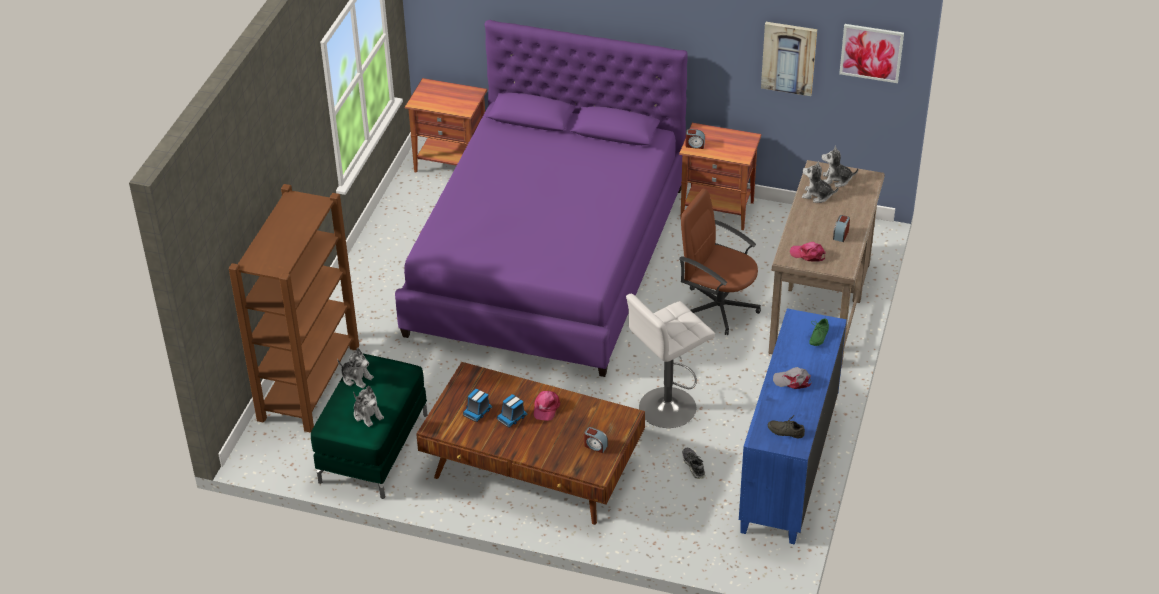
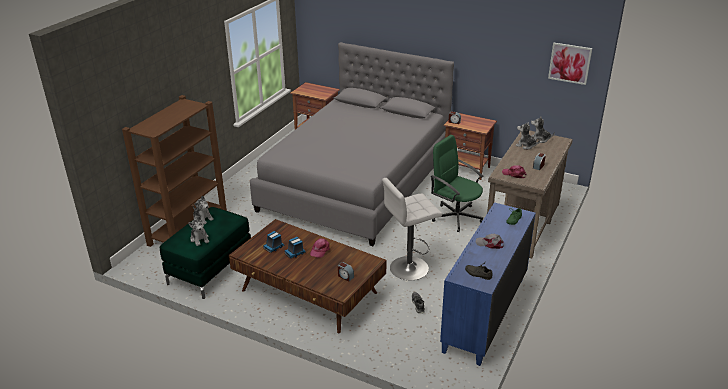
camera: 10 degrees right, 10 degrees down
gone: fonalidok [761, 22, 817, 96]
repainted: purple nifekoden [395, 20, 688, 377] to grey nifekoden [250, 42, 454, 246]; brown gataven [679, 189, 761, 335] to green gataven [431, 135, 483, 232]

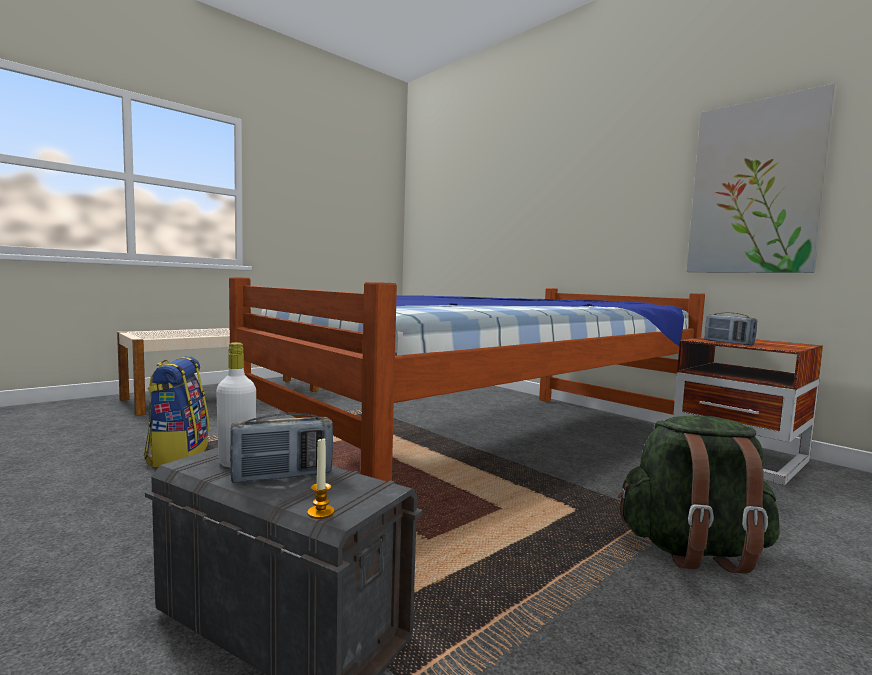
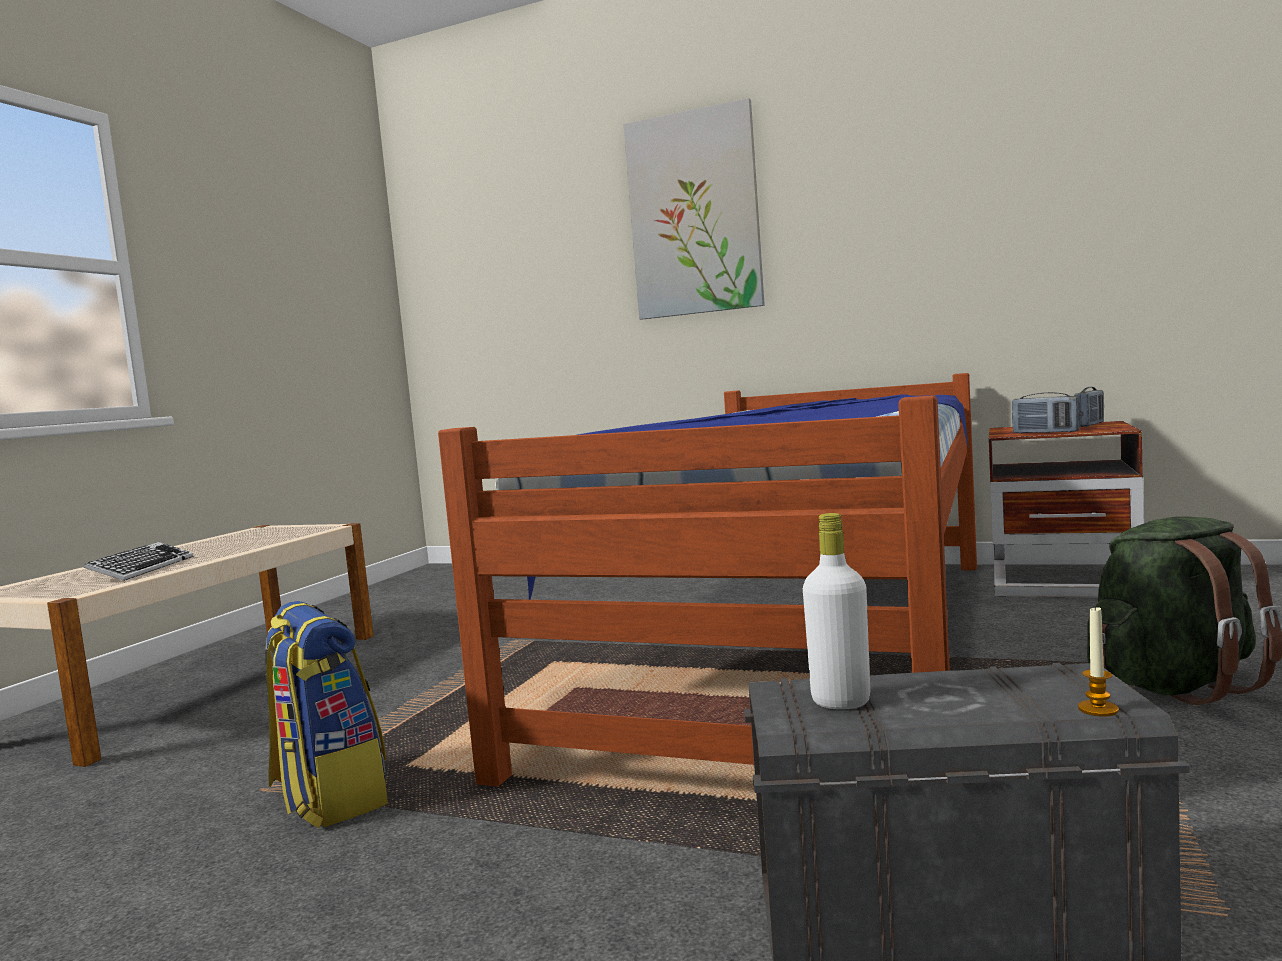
camera: 25 degrees left, 0 degrees up
new: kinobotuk [84, 542, 193, 581]
shifted: fonalidok [686, 83, 837, 273] to [623, 98, 765, 320]; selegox [230, 413, 333, 483] to [1074, 387, 1104, 427]

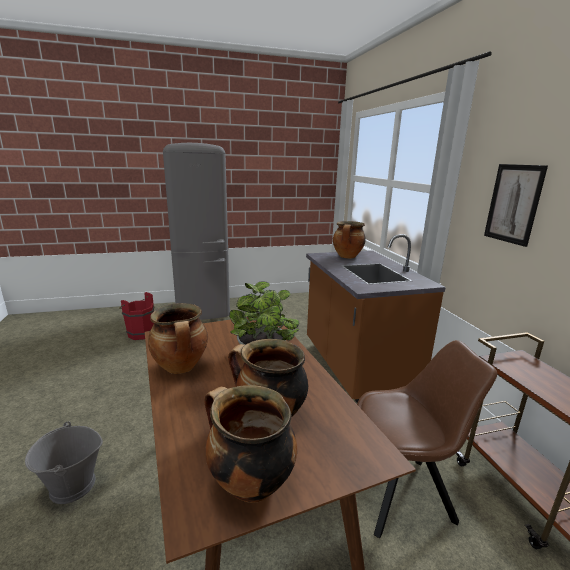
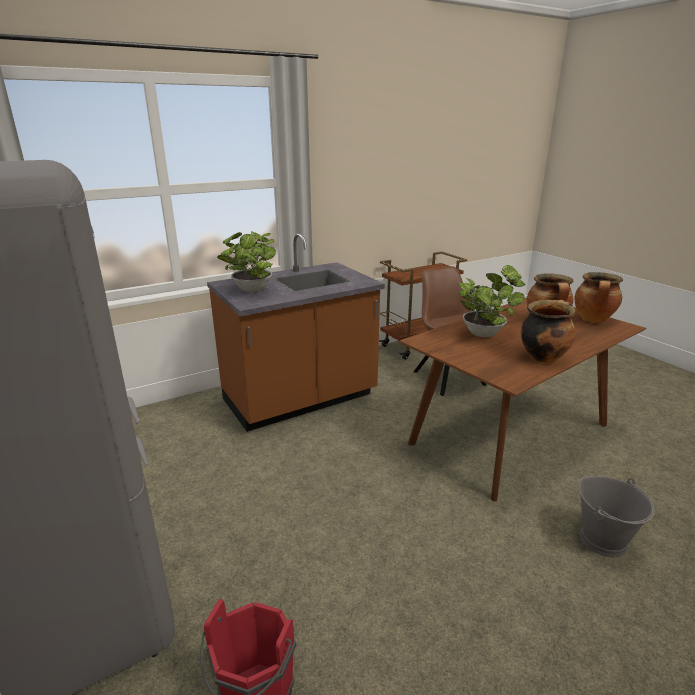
camera: 105 degrees left, 5 degrees up
gone: fonalidok [484, 164, 548, 247]
swapped: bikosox [333, 221, 366, 259] to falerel [217, 232, 276, 292]

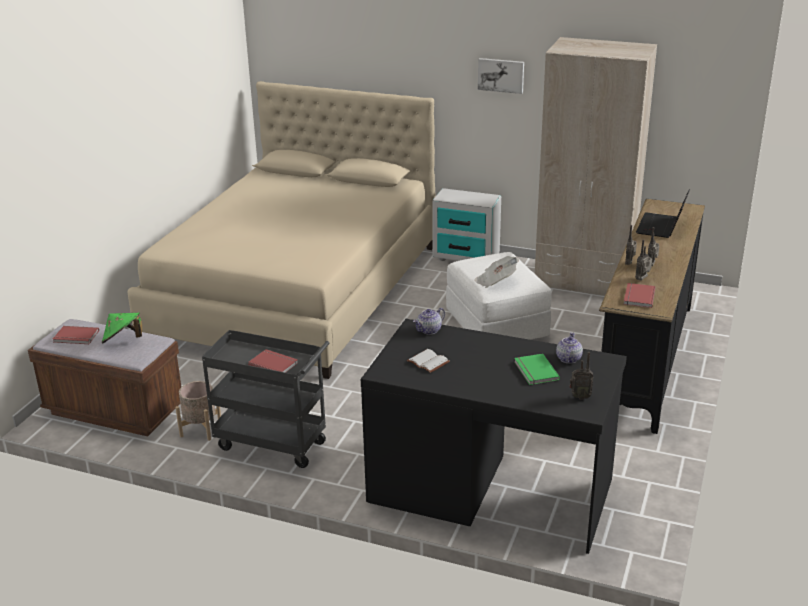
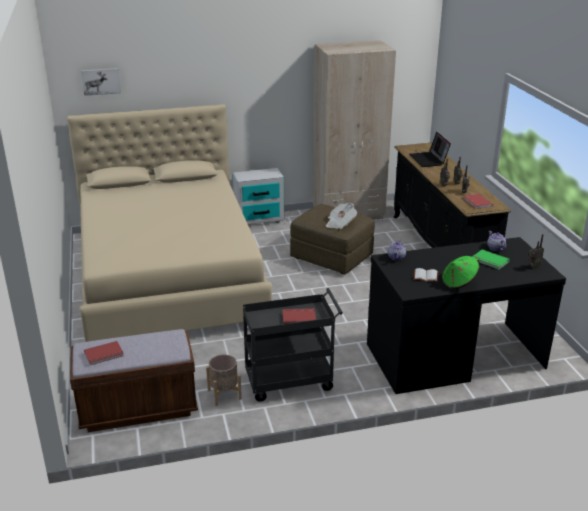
camera: 35 degrees left, 0 degrees up
shifted: fonalidok [478, 58, 524, 94] to [81, 68, 121, 96]; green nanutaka [102, 312, 142, 343] to [442, 256, 479, 289]
repainted: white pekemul [446, 252, 552, 340] to brown pekemul [290, 204, 374, 274]

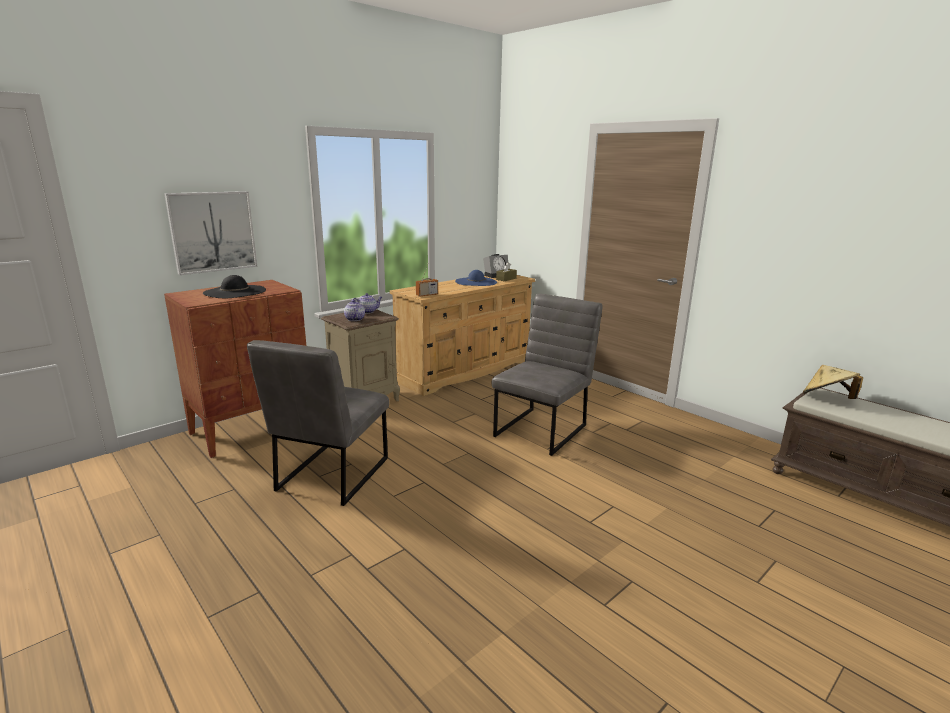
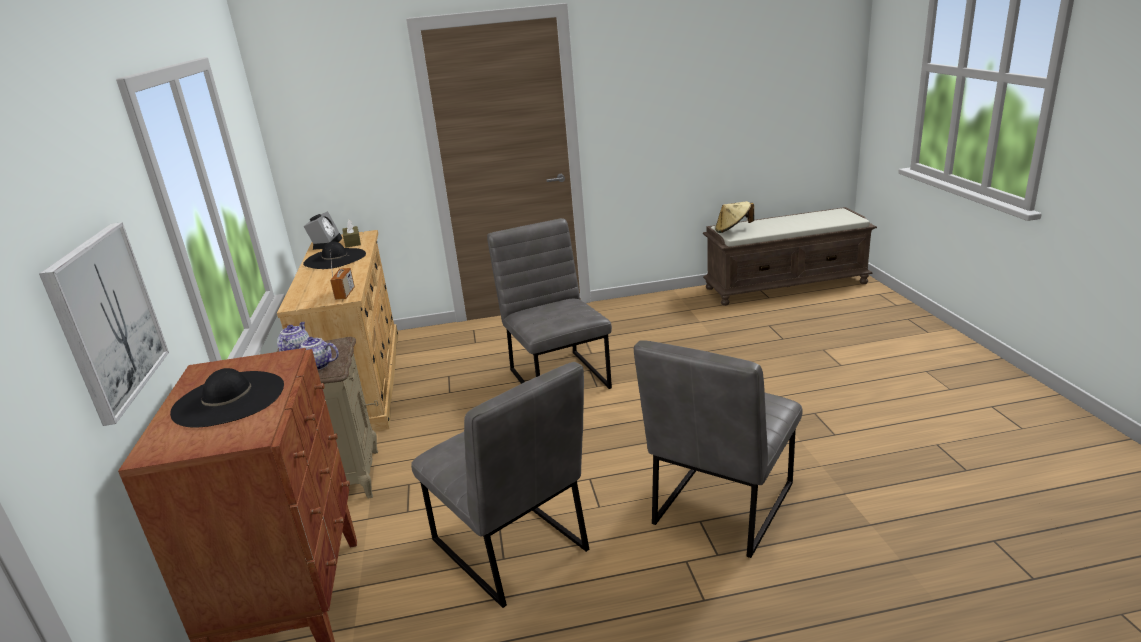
camera: 55 degrees left, 5 degrees up
new: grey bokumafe [634, 340, 803, 558]
repainted: blue nanutaka [455, 270, 497, 286] to black nanutaka [303, 241, 366, 269]

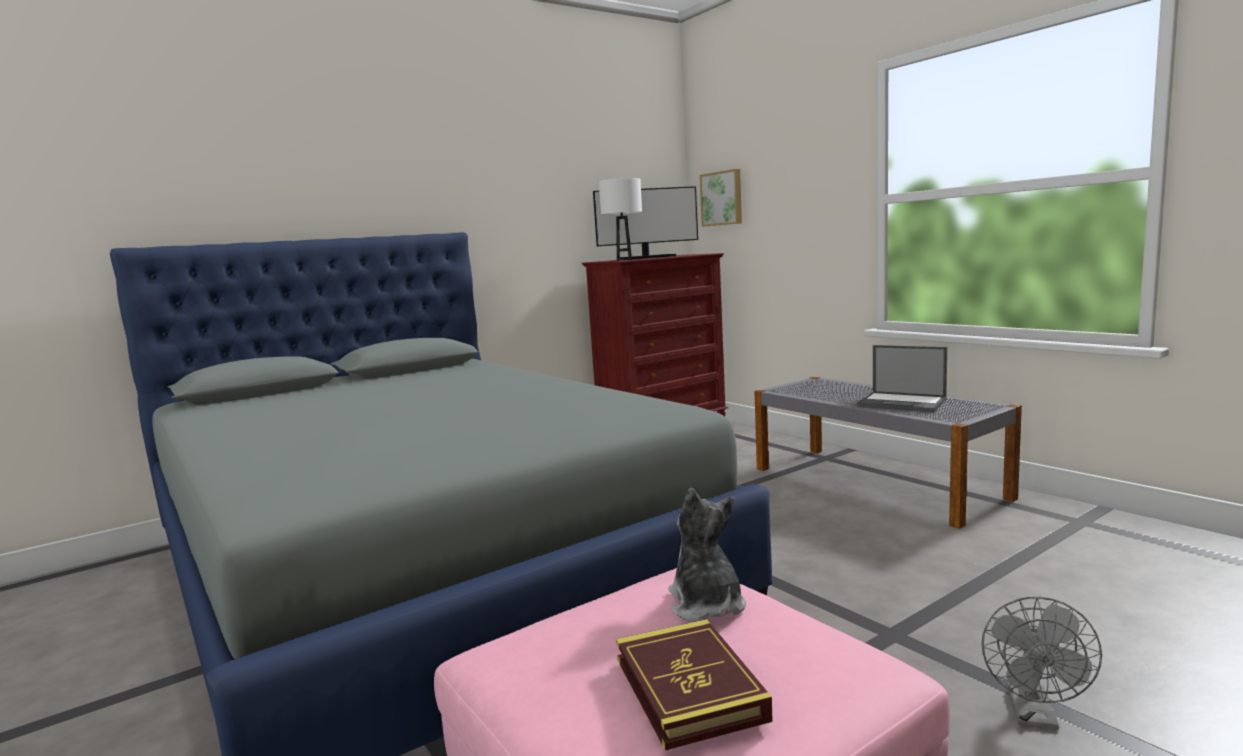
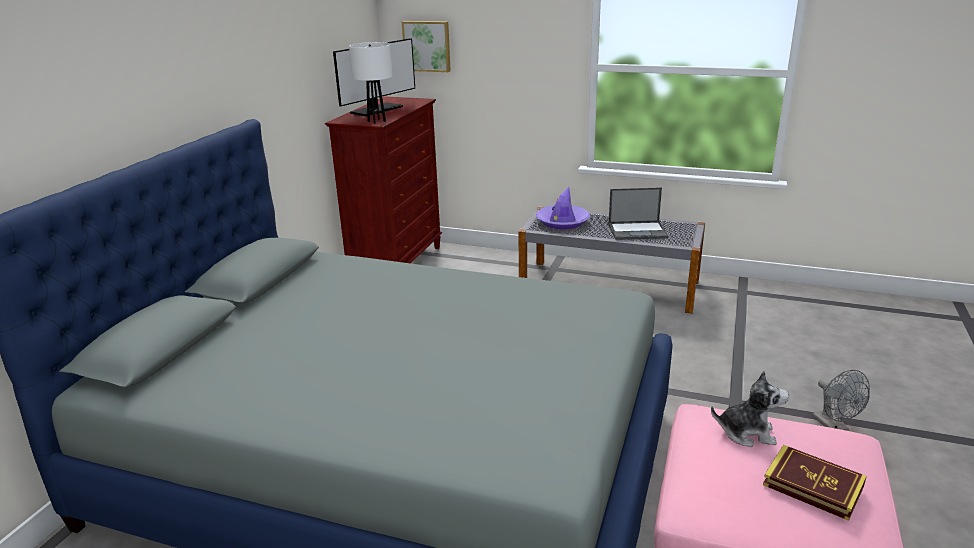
camera: 35 degrees left, 15 degrees up
new: purple nanutaka [536, 187, 590, 229]
rotated: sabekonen [668, 488, 746, 622] = [711, 371, 789, 447] 150 degrees clockwise

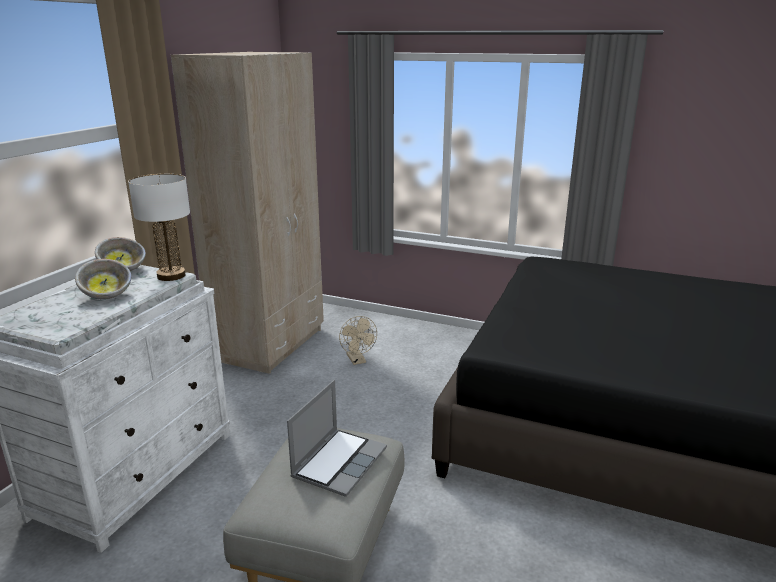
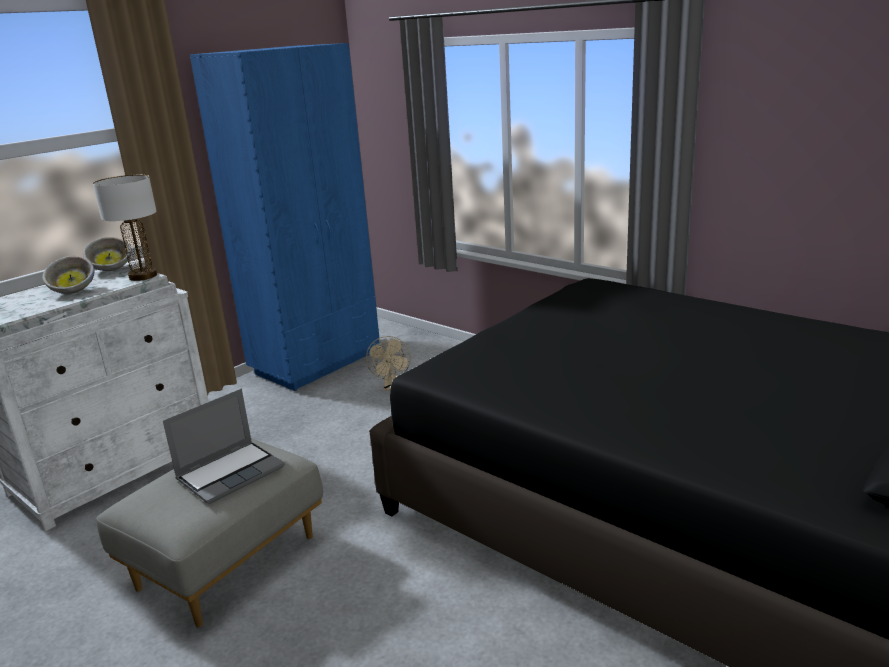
camera: 20 degrees right, 0 degrees up
repainted: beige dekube [171, 52, 324, 374] to blue dekube [190, 43, 380, 391]

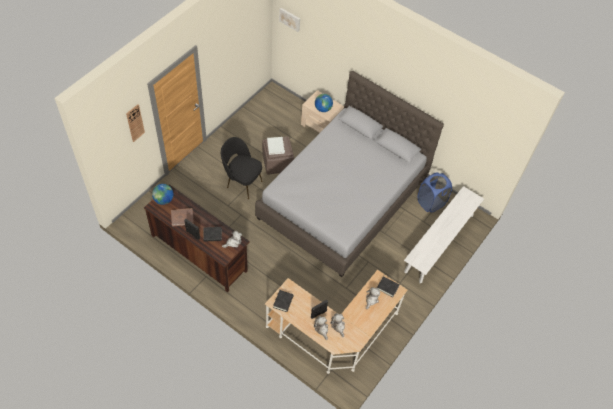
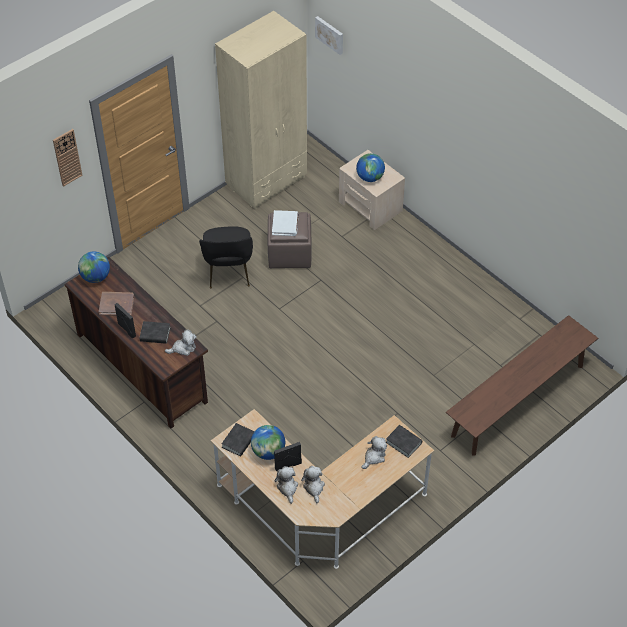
camera: 15 degrees right, 5 degrees down
gone: grey nifekoden [255, 71, 444, 277]; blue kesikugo [418, 172, 452, 213]
new: beige dekube [215, 11, 307, 209]; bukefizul [251, 425, 285, 460]
repainted: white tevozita [404, 186, 484, 283] to brown tevozita [446, 315, 598, 456]
rotated: black bokumafe [221, 137, 263, 199] = [199, 226, 253, 289] 135 degrees counterclockwise

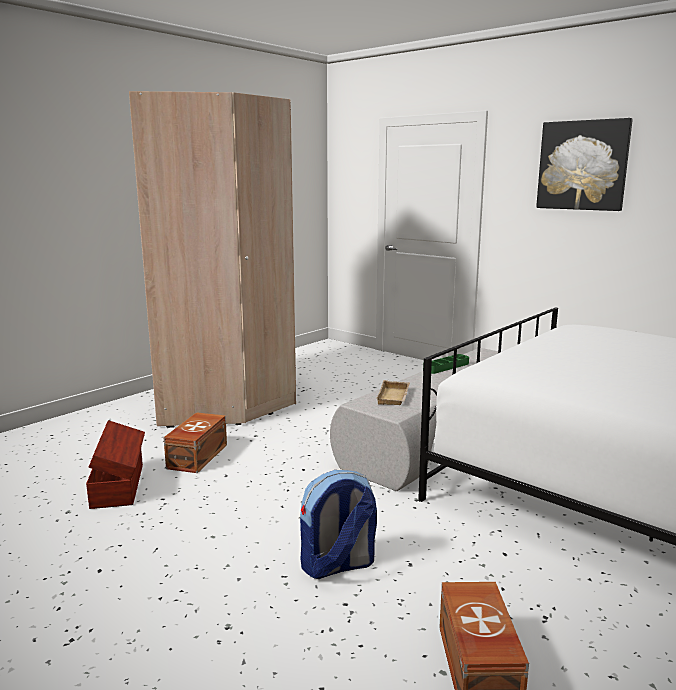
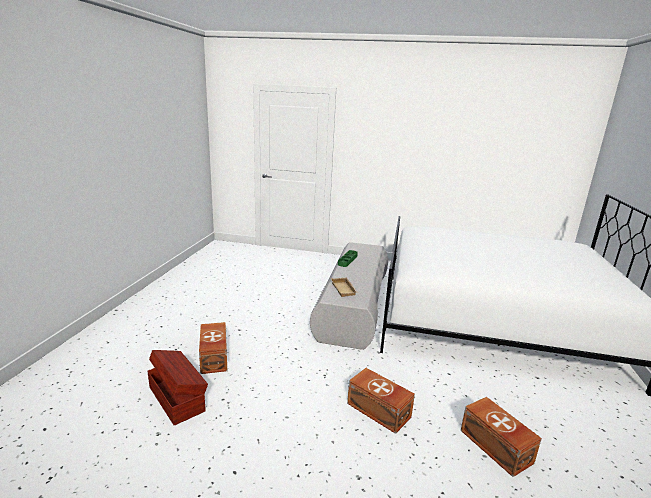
camera: 30 degrees left, 5 degrees up
gone: beige dekube [129, 91, 296, 428]; fonalidok [536, 118, 633, 211]
swapped: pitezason [300, 470, 377, 579] to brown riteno [347, 368, 415, 434]

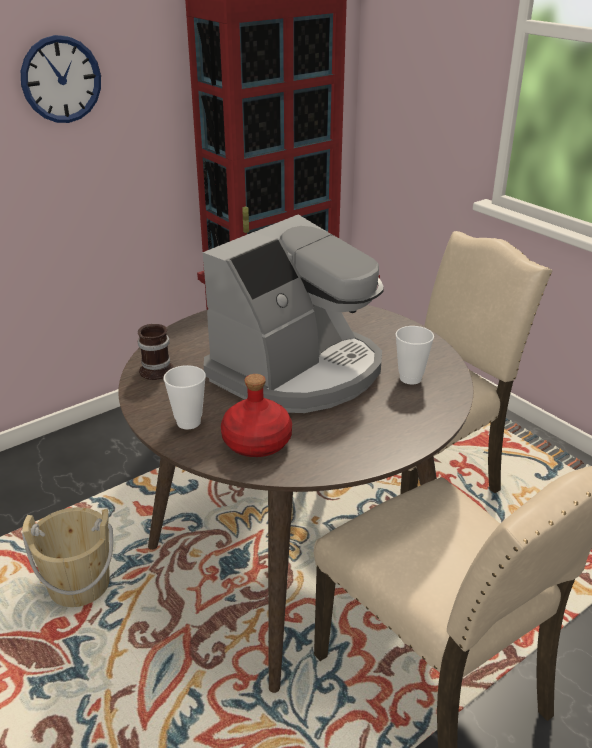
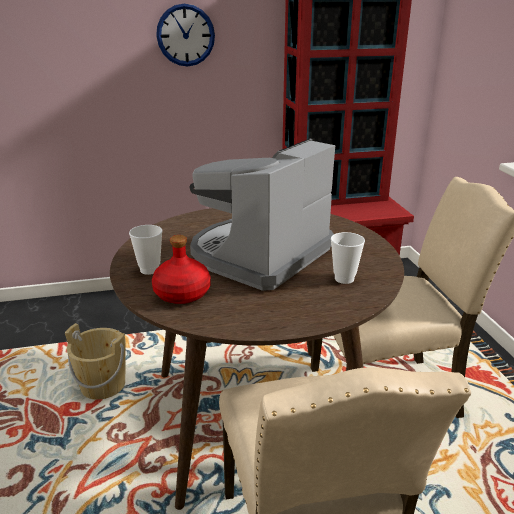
camera: 25 degrees right, 5 degrees down
gone: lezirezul [138, 324, 174, 380]
rotated: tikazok [203, 215, 383, 413] = [190, 139, 335, 291] 150 degrees clockwise

